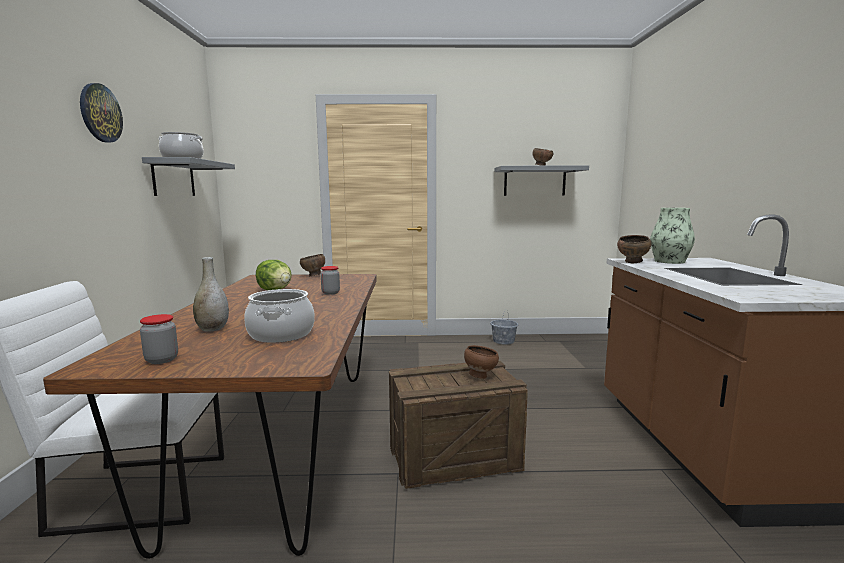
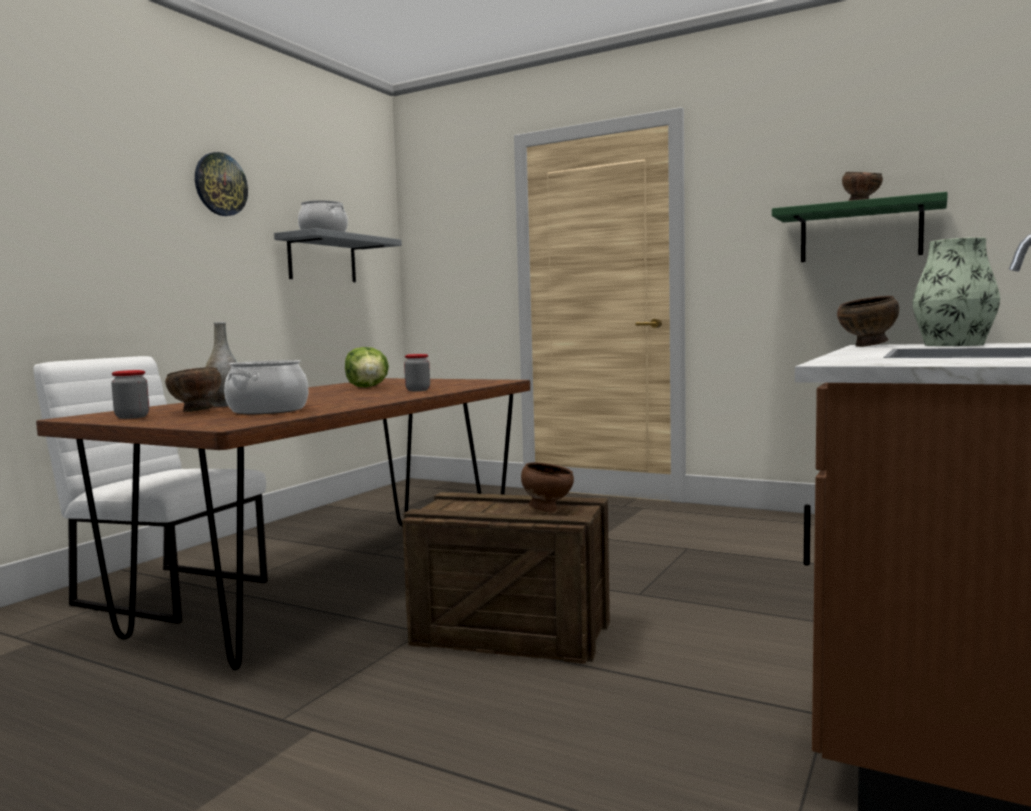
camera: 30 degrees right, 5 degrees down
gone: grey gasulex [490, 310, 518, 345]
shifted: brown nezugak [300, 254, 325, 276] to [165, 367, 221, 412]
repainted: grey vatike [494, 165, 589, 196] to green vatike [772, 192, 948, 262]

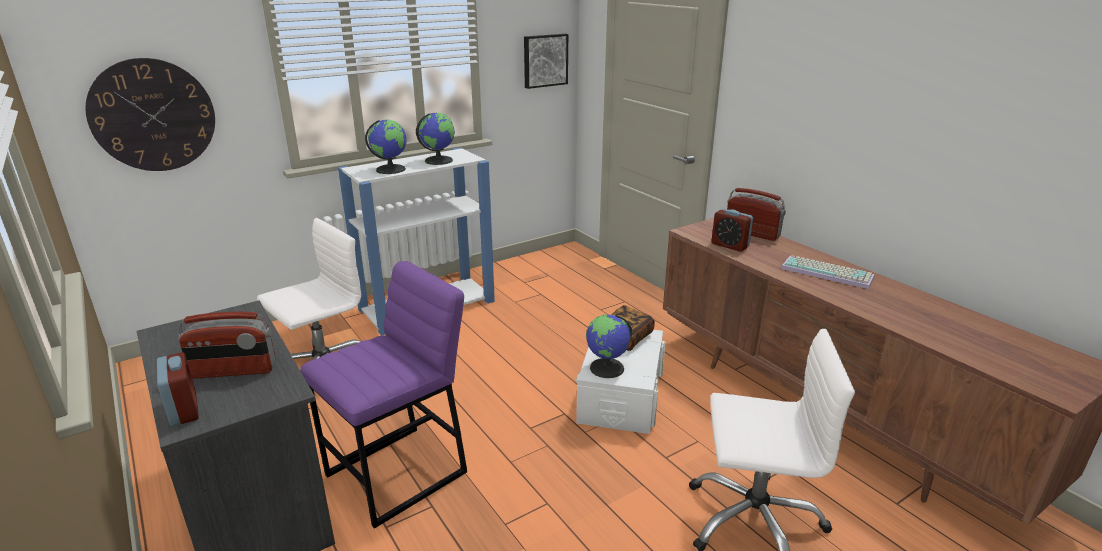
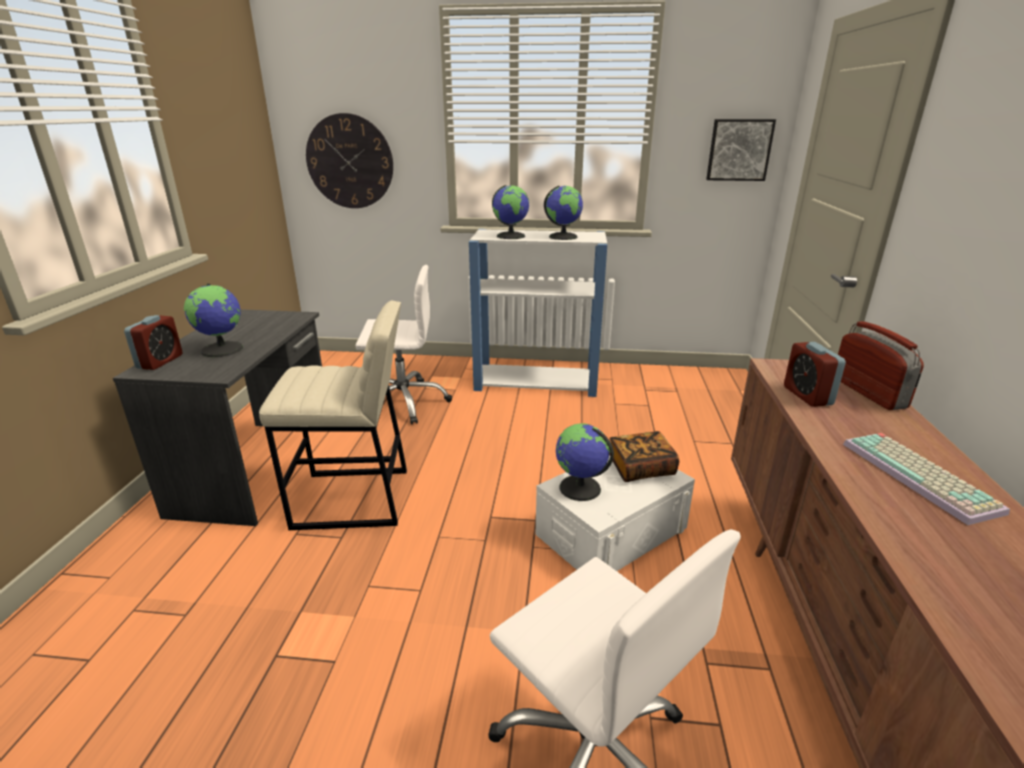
camera: 40 degrees right, 0 degrees up
swapped: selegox [178, 312, 276, 379] to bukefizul [184, 283, 243, 357]
repainted: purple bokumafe [300, 261, 467, 529] to beige bokumafe [259, 300, 407, 530]

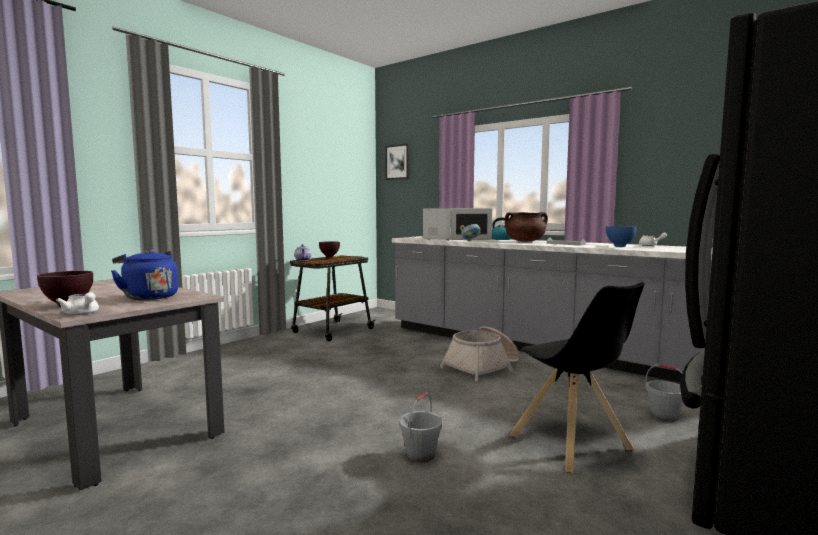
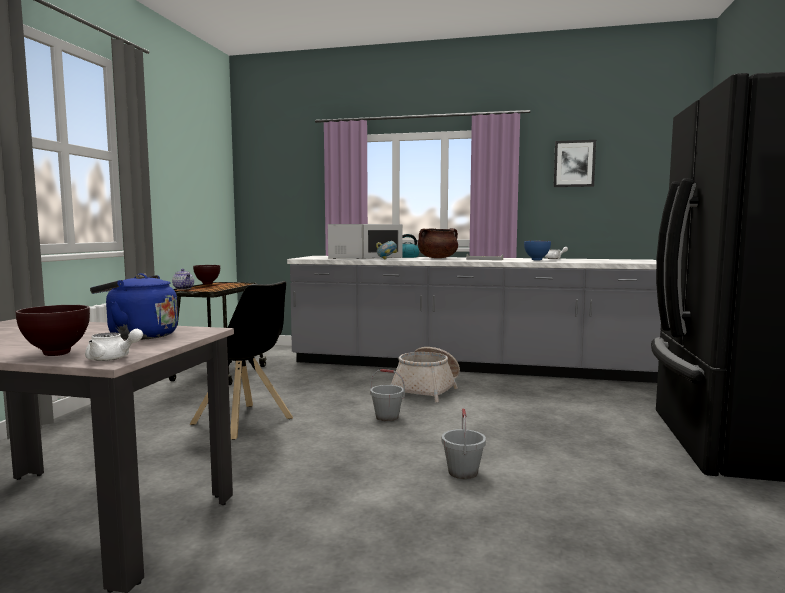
camera: 25 degrees left, 0 degrees up
shifted: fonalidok [385, 144, 409, 180] to [554, 140, 596, 187]; black bokumafe [509, 282, 645, 473] to [189, 281, 293, 440]; grey gasulex [645, 364, 683, 422] to [370, 369, 405, 421]

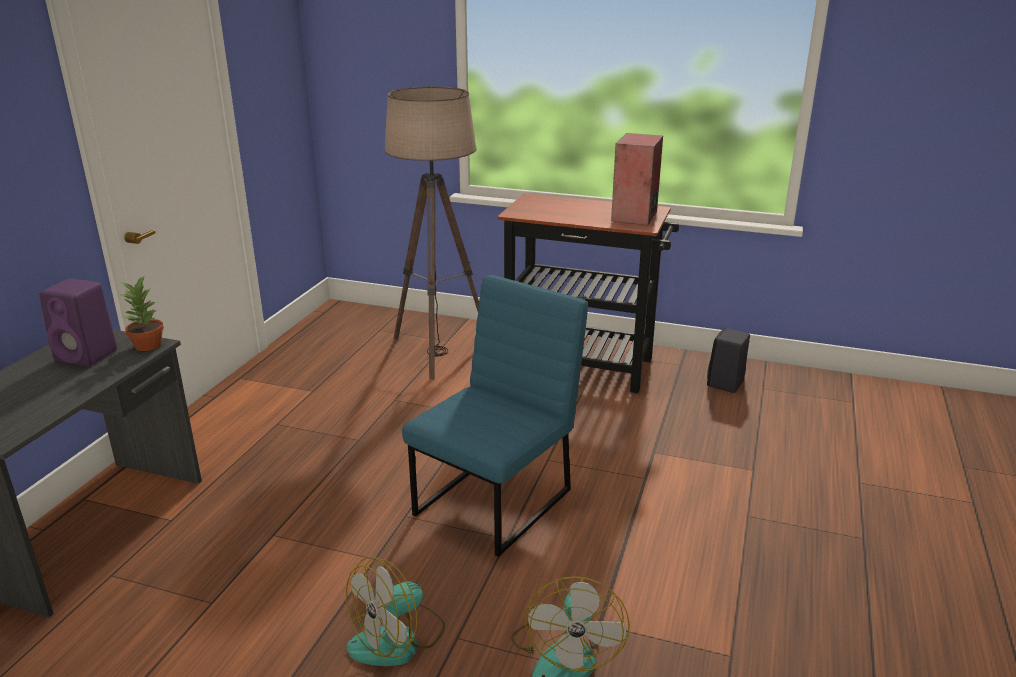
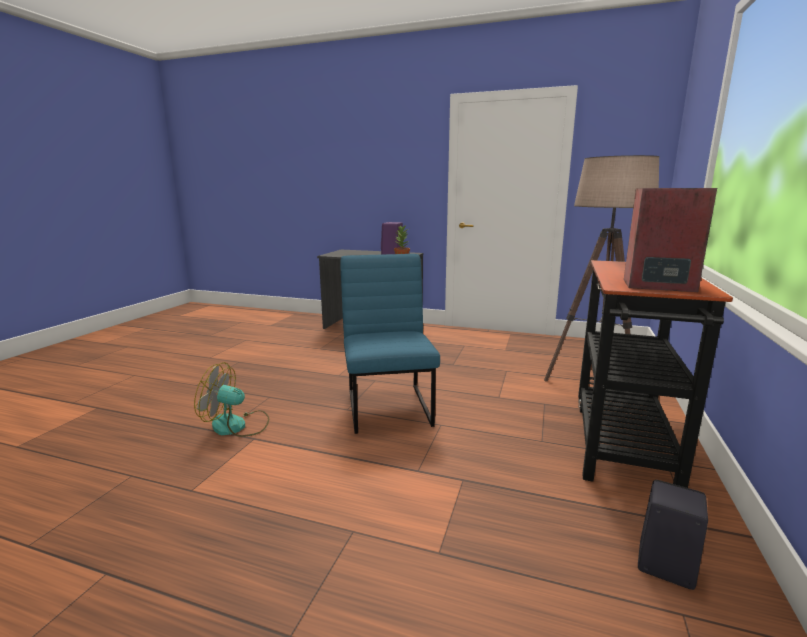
camera: 90 degrees right, 10 degrees down
gone: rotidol [346, 557, 445, 666]
rotated: blue bokumafe [402, 275, 588, 557] = [340, 254, 440, 434] 135 degrees counterclockwise

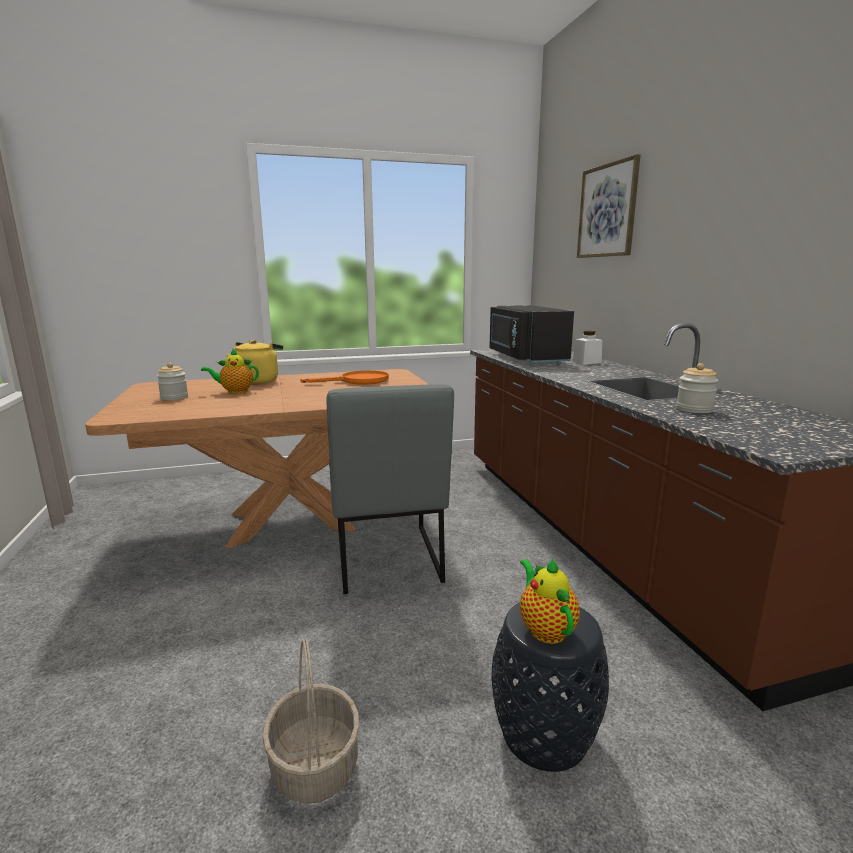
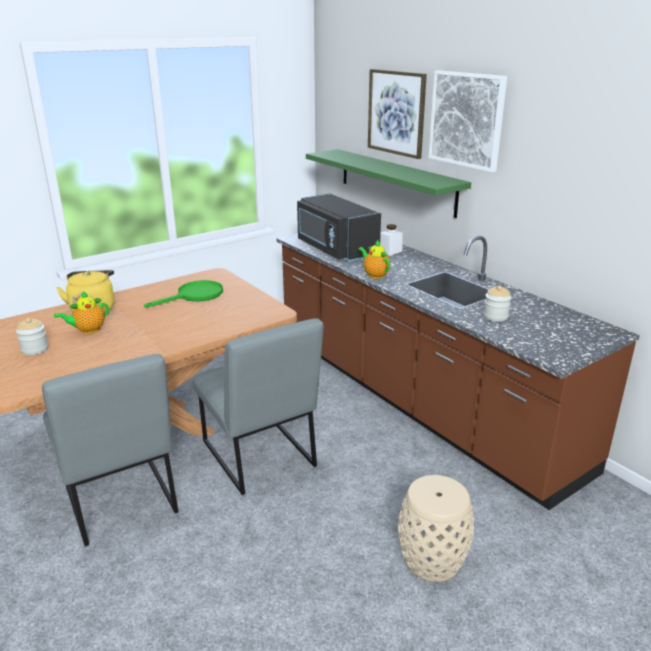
camera: 20 degrees left, 10 degrees up
gone: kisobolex [262, 639, 360, 804]
new: fonalidok [428, 70, 507, 172]; green vatike [306, 149, 471, 218]; grey bokumafe [42, 354, 179, 547]
shifted: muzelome [520, 558, 580, 644] to [359, 240, 390, 279]
repainted: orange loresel [301, 371, 389, 385] to green loresel [144, 280, 223, 308]; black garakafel [491, 603, 609, 772] to beige garakafel [398, 475, 474, 582]

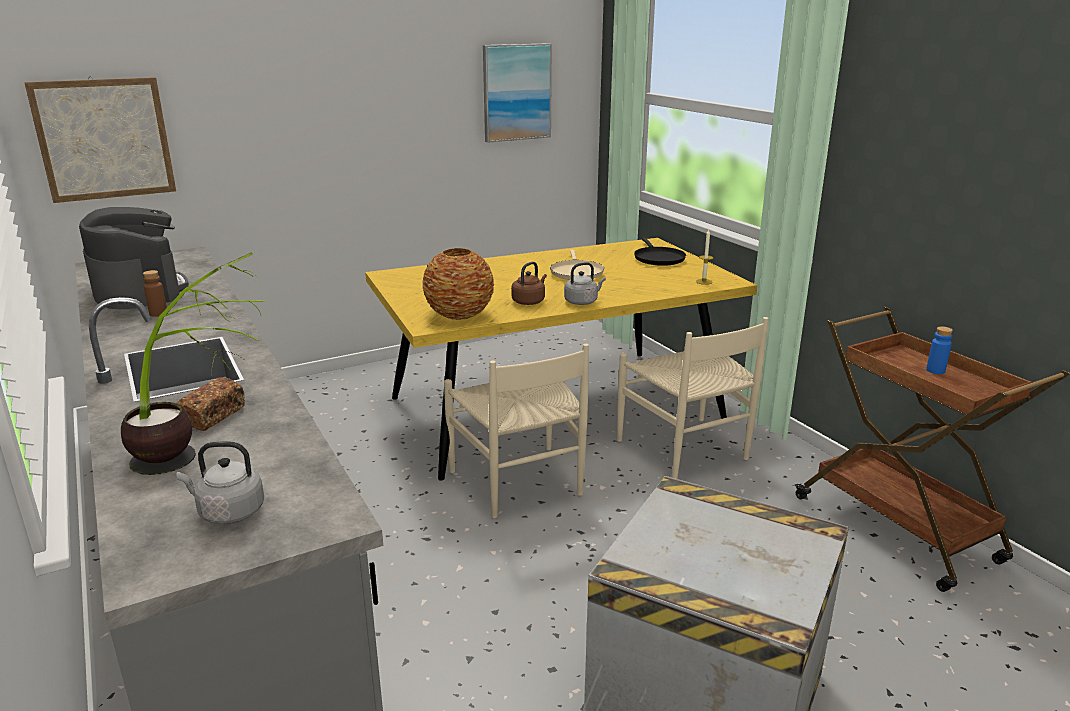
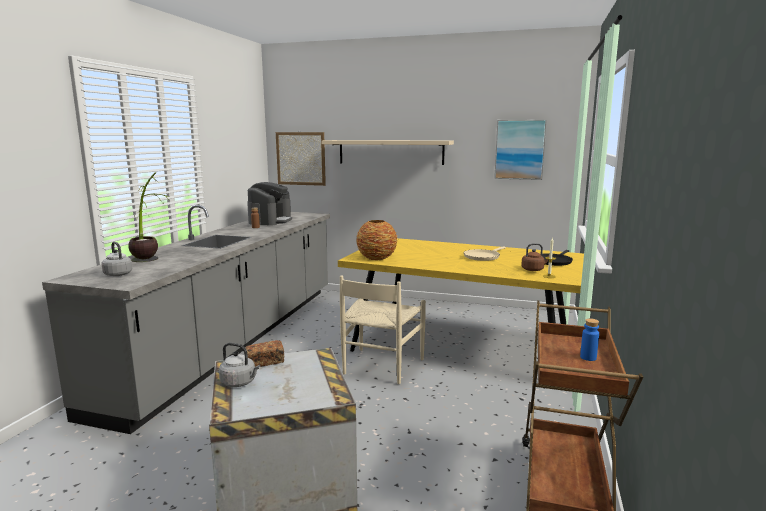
camera: 45 degrees right, 10 degrees down
gone: beige bokumafe [617, 317, 769, 479]
new: beige vatike [322, 140, 454, 165]
shifted: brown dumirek [511, 262, 547, 305] to [521, 243, 550, 271]; grey dumirek [564, 262, 606, 305] to [219, 343, 260, 387]; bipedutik [177, 377, 245, 431] to [245, 340, 284, 367]

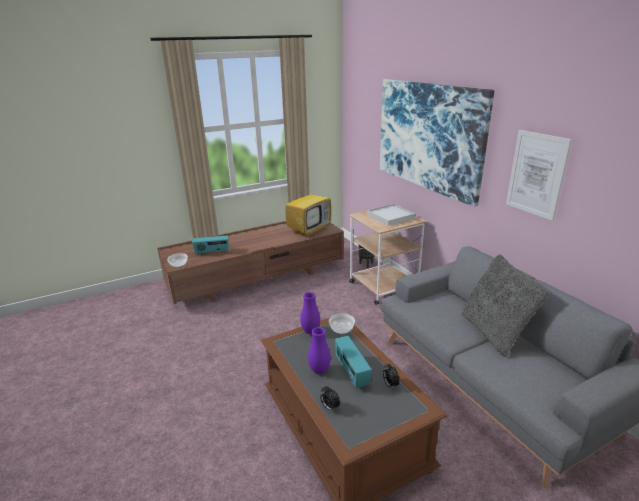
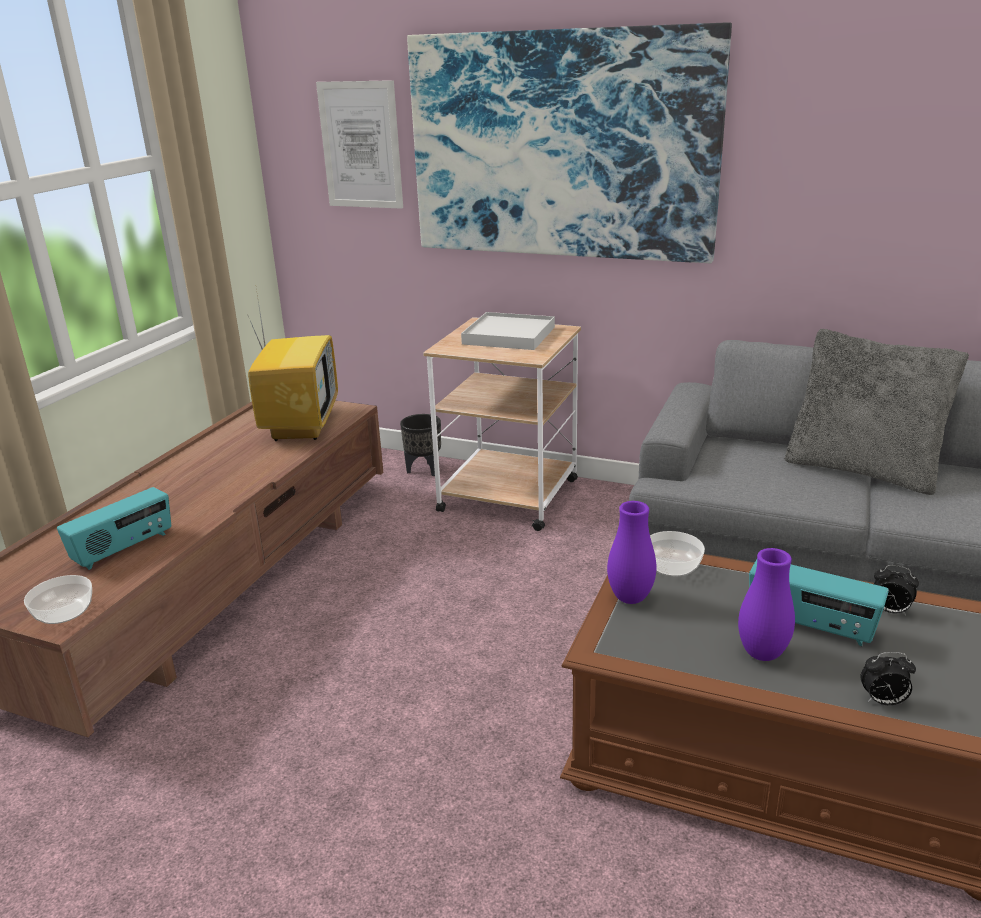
camera: 40 degrees left, 0 degrees up
shifted: fonalidok [506, 130, 572, 221] to [316, 80, 403, 209]

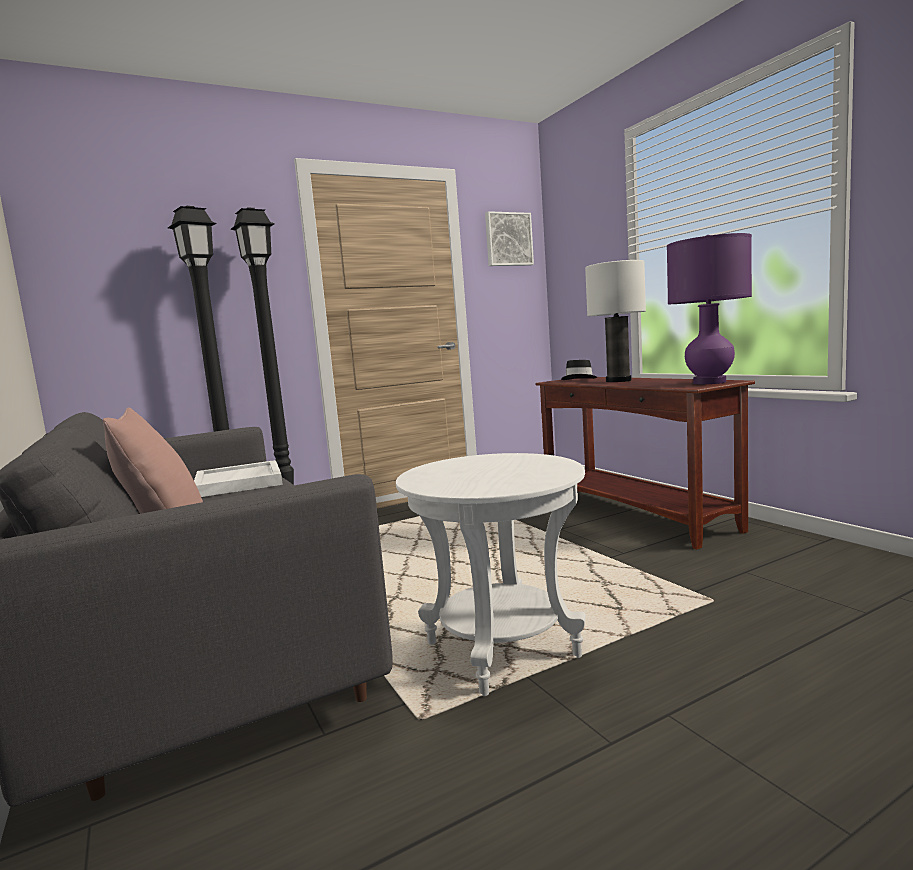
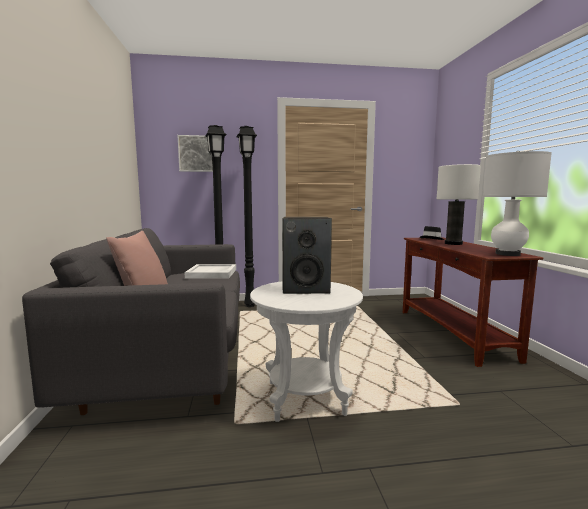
camera: 20 degrees right, 0 degrees up
new: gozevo [282, 217, 332, 294]
shifted: fonalidok [485, 211, 534, 266] to [177, 135, 213, 172]
repainted: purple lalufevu [667, 233, 752, 384] to white lalufevu [483, 151, 552, 256]

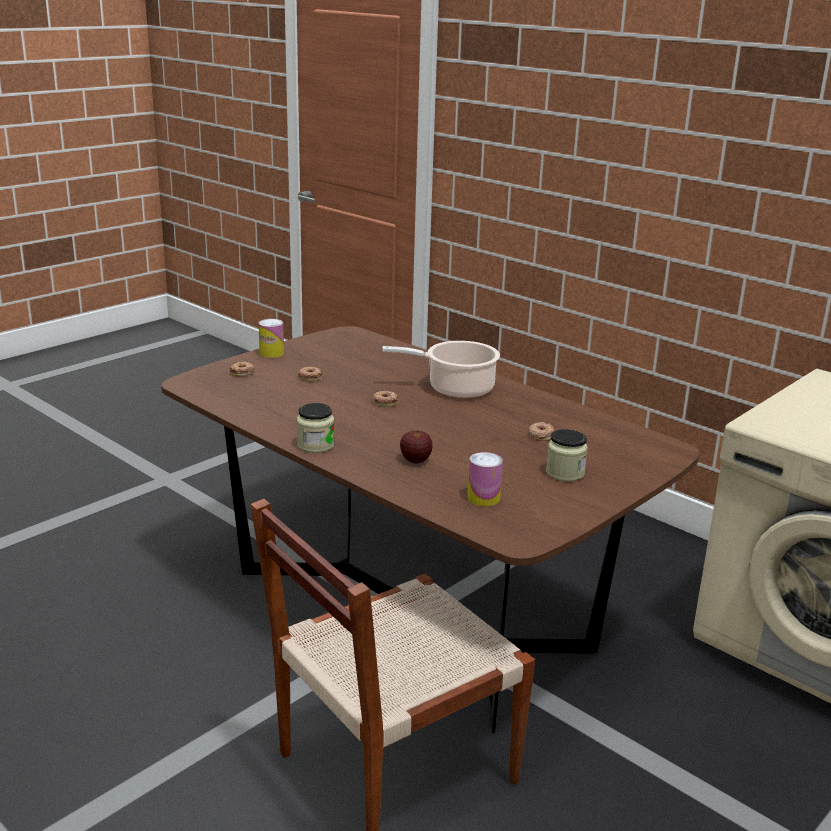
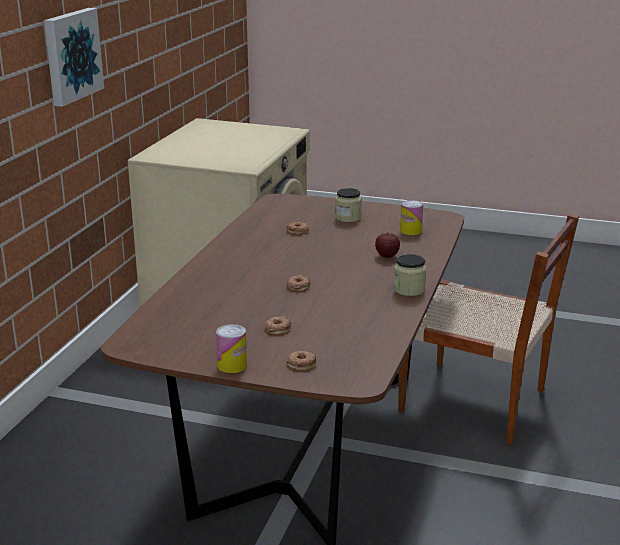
camera: 115 degrees left, 0 degrees up
gone: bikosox [382, 341, 500, 398]
new: fonalidok [44, 8, 104, 107]

